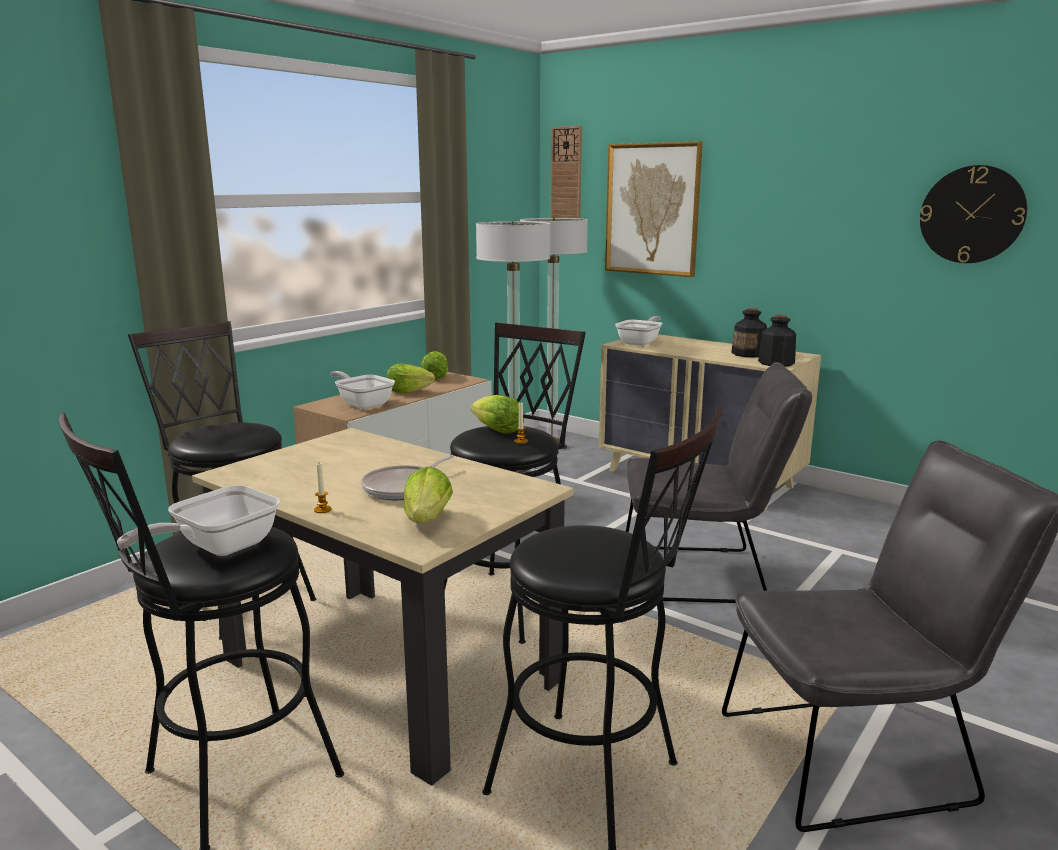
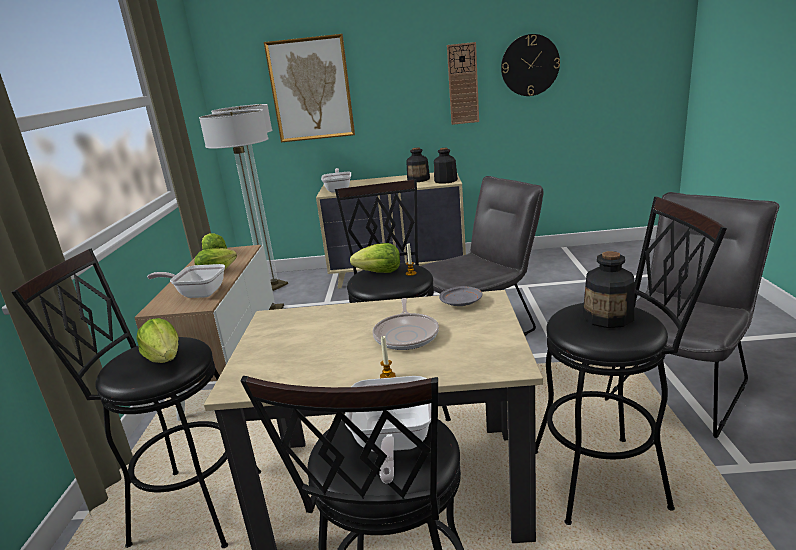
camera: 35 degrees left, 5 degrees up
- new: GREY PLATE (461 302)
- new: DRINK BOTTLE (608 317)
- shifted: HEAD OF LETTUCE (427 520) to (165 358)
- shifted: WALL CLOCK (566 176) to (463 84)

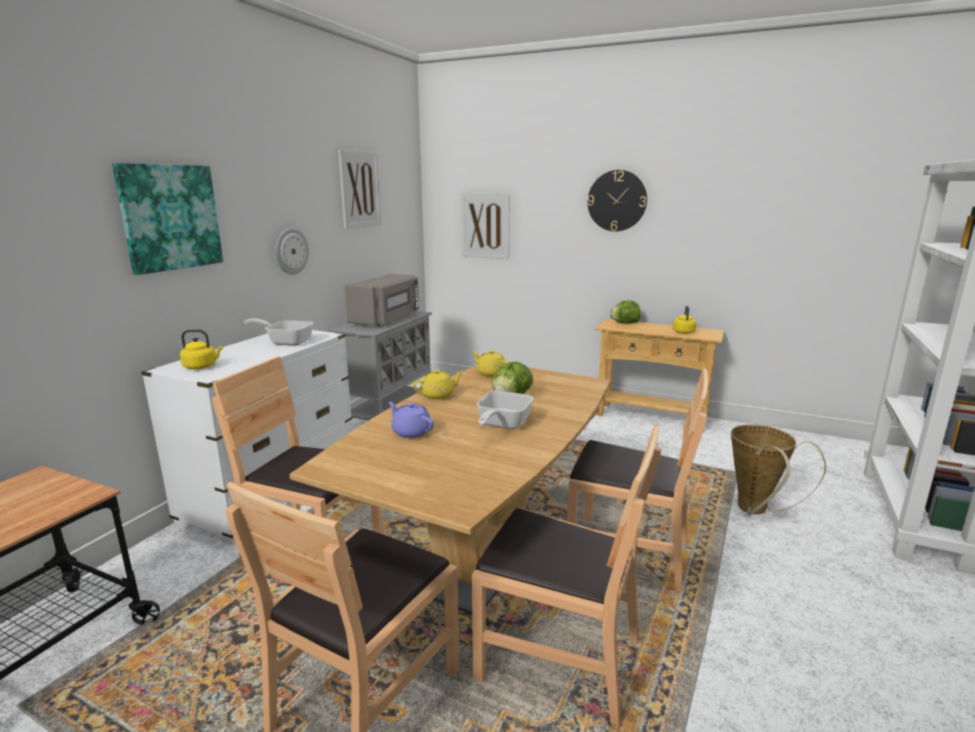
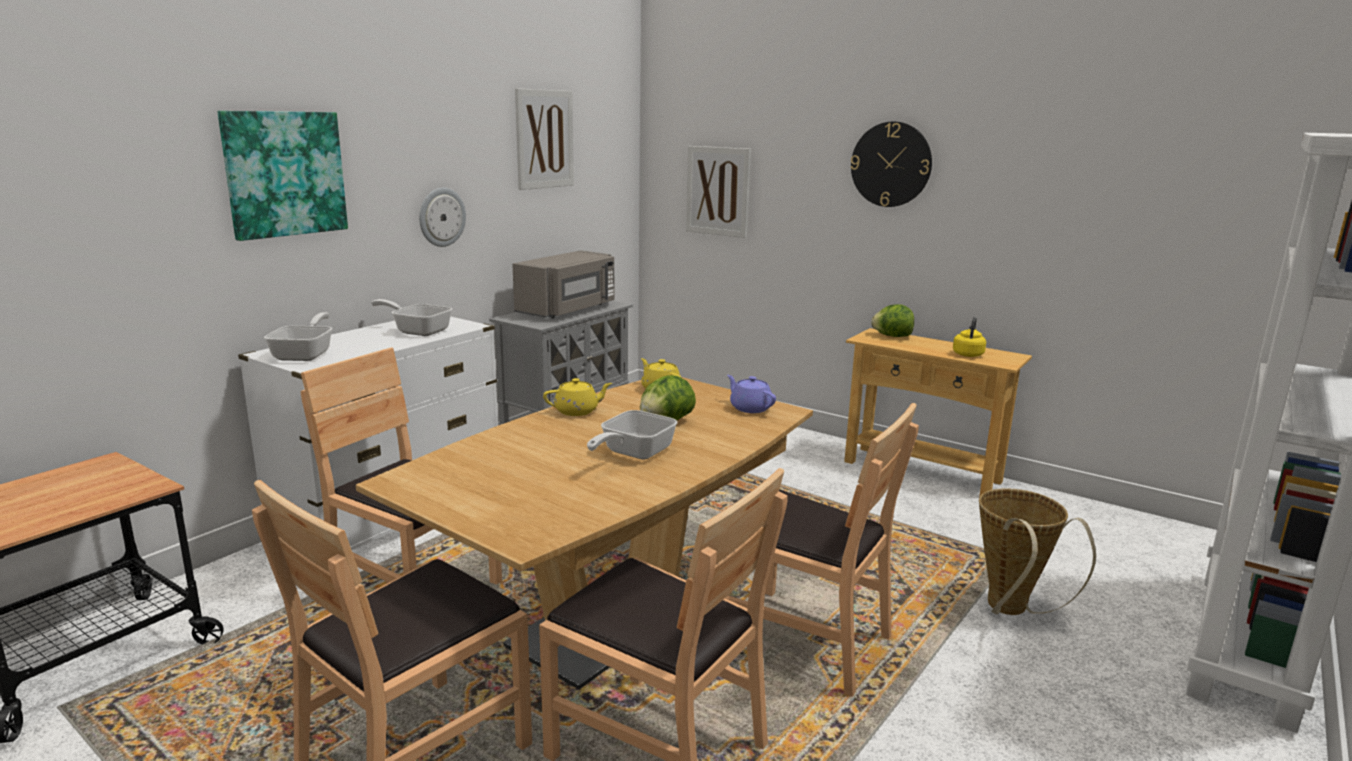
camera: 10 degrees right, 0 degrees up
- shifted: PURPLE TEAPOT (411 432) to (750 408)
- swapped: YELLOWISH WATER KETTLE (202 367) to SKILLET (306 354)

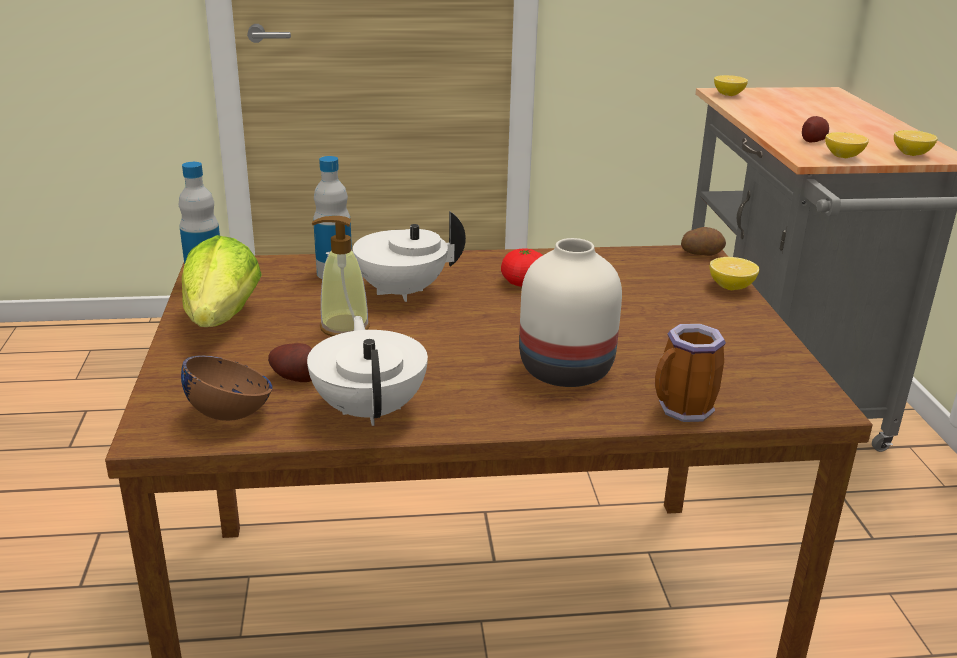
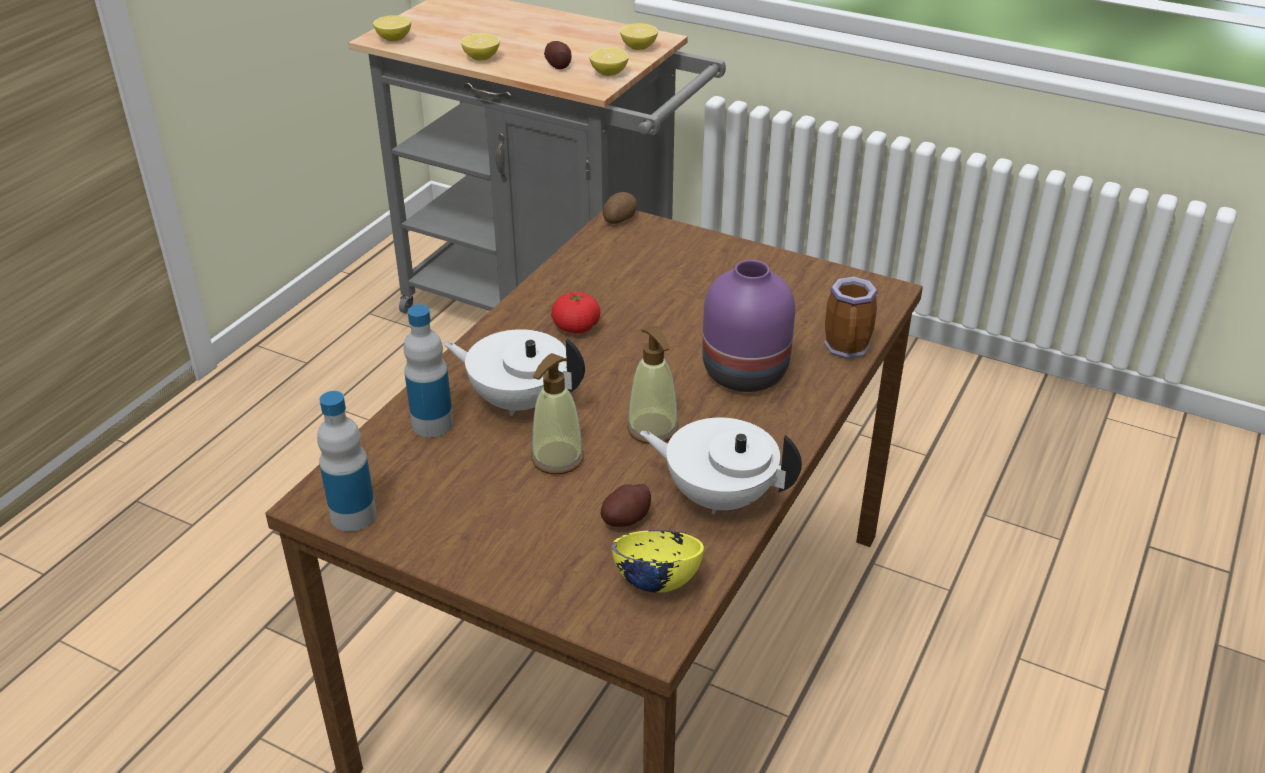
camera: 55 degrees left, 10 degrees up
- gone: HEAD OF LETTUCE (222 318)
- new: SOAP DISPENSER (652 429)
- shifted: CITRUS FRUIT (731 287) to (481 58)
- repainted: BROWN SERVING BOWL (231 414) to YELLOWISH SERVING BOWL (657 579)
- repainted: WHITE VASE (567 371) to PURPLE VASE (747 373)
- rotated: WHITE TEAPOT (399 292) = (518 400) 90 degrees clockwise

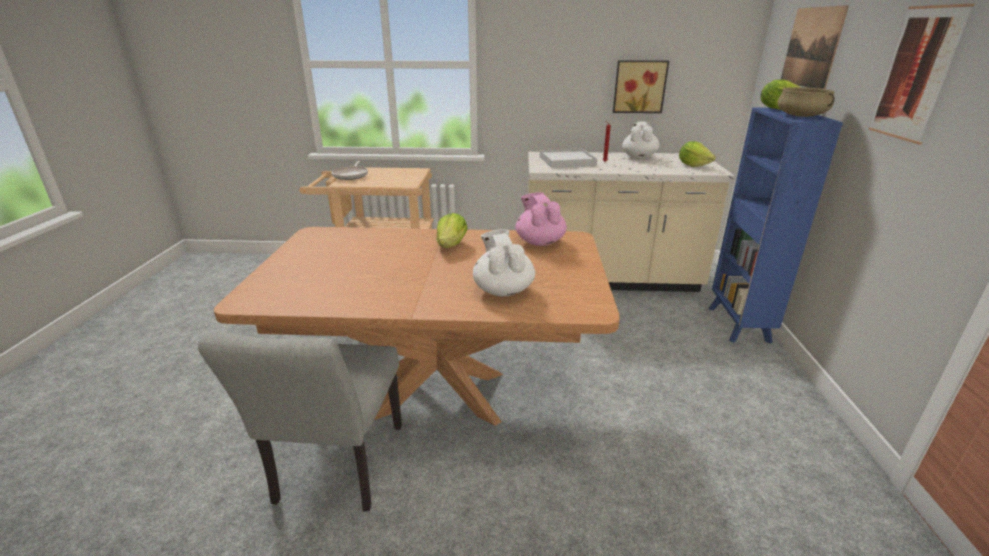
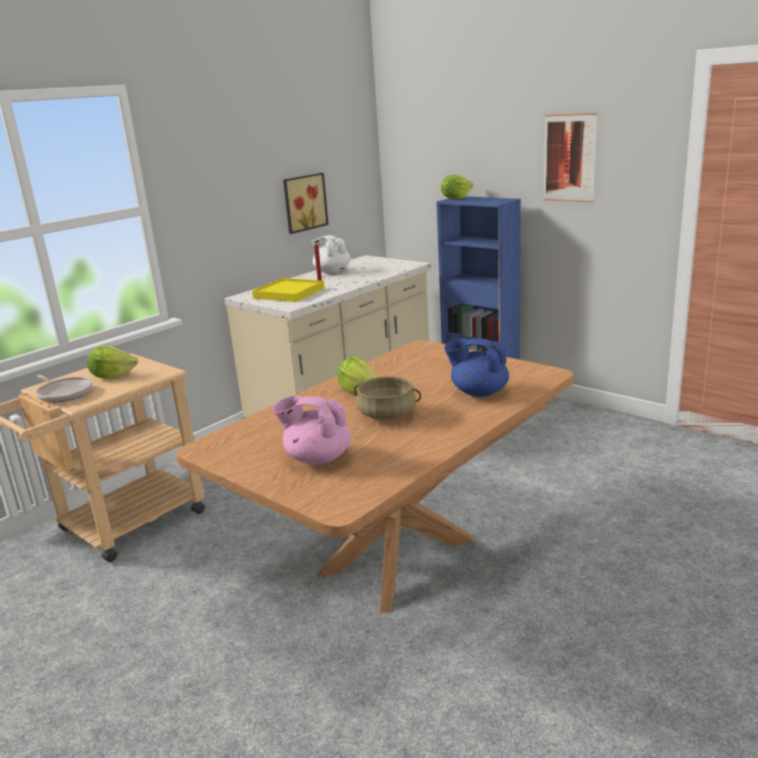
camera: 50 degrees left, 5 degrees down
- gone: GREY UPRIGHT CHAIR (336 471)
- gone: WALL PICTURE (811 47)
- shifted: PINK TEAPOT (539 242) to (317 458)
- shifted: HEAD OF LETTUCE (693 165) to (113 376)
- shifted: BEIGE-COLOURED STOCKPOT (801 116) to (387 414)
- repainted: WHITE TEAPOT (503 290) to BLUE-COLOURED TEAPOT (478 392)
- repainted: WHITE TRAY (567 161) to YELLOWISH TRAY (289 293)

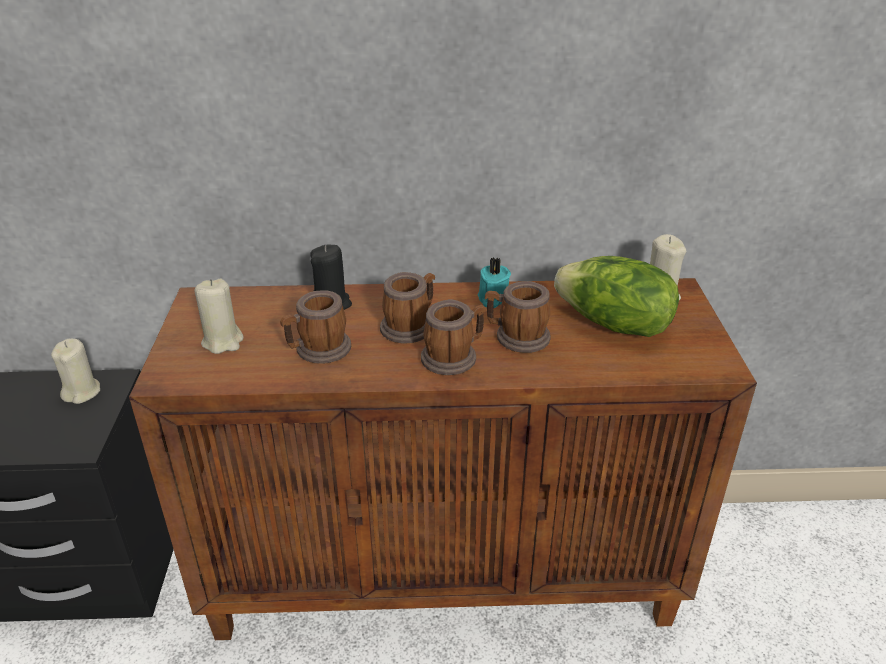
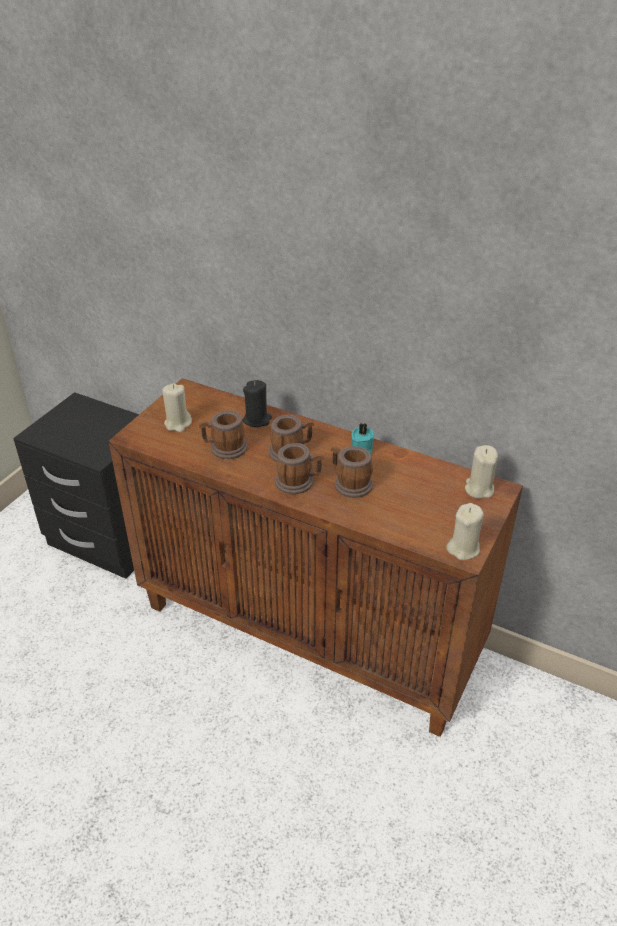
camera: 30 degrees right, 5 degrees up
- gone: HEAD OF LETTUCE (613 325)
- shifted: BEIGE-COLOURED CANDLE (82 392) to (463 548)

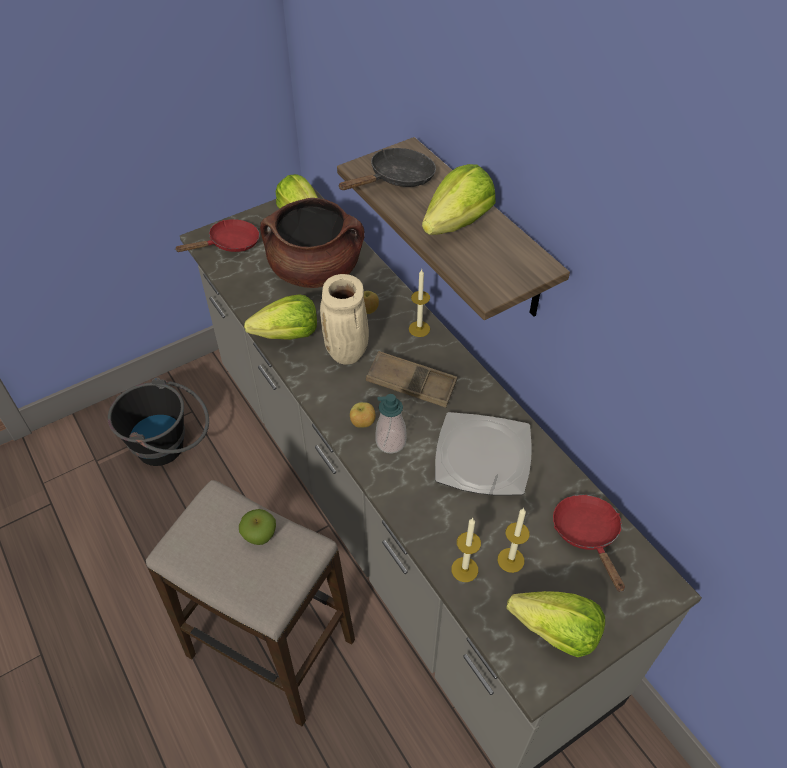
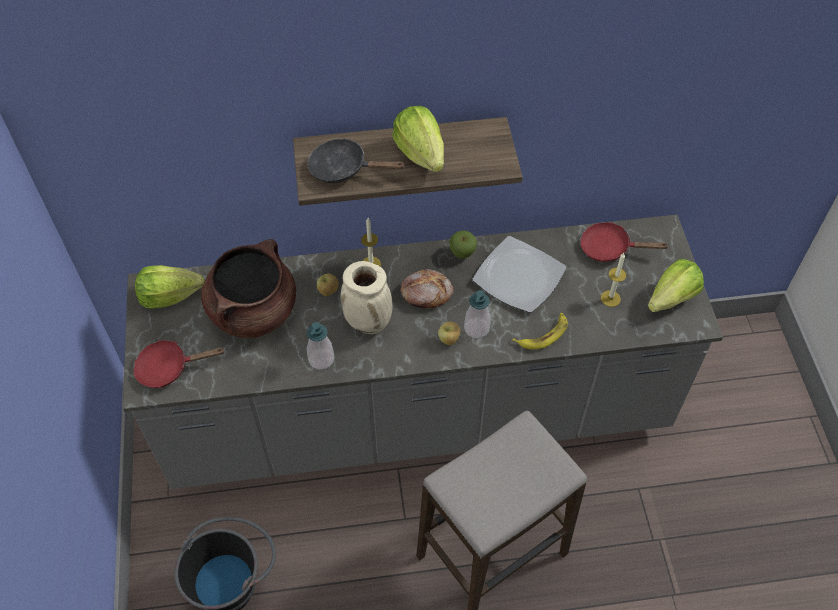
camera: 65 degrees left, 5 degrees up
- gone: CANDLE (464 569)
- new: BANANA FRUIT (543 334)
- shifted: APPLE (260 536) to (462 253)
- swapped: HEAD OF LETTUCE (287 335) to SOAP DISPENSER (321 359)
- swapped: BROWN TRAY (411 383) to BREAD (426 292)
- rotated: REDDISH SKILLET (230 244) = (168 368) 90 degrees counterclockwise
- rotated: BLACK-COLOURED SKILLET (397 179) = (344 169) 60 degrees counterclockwise

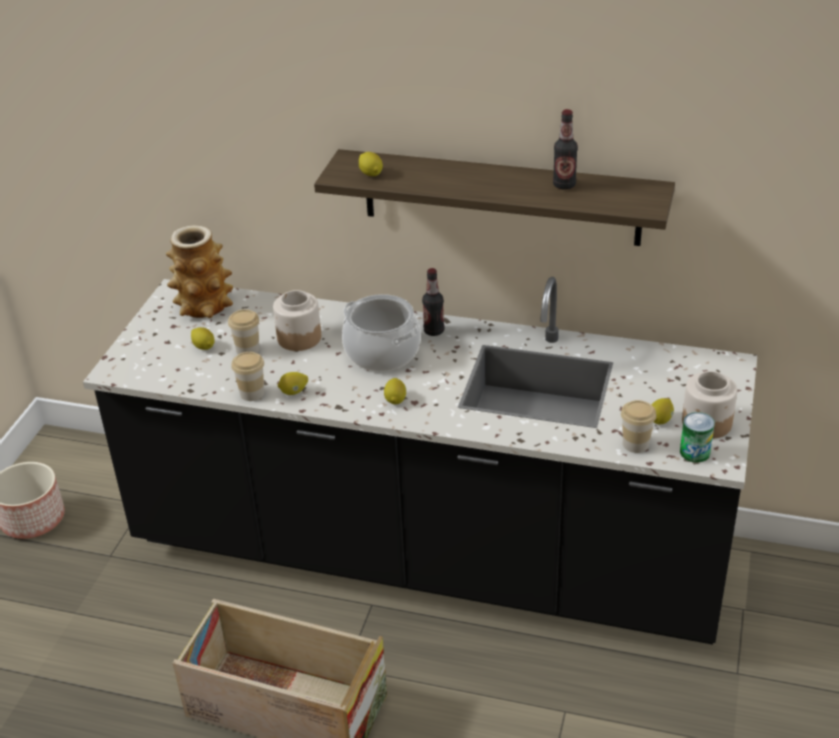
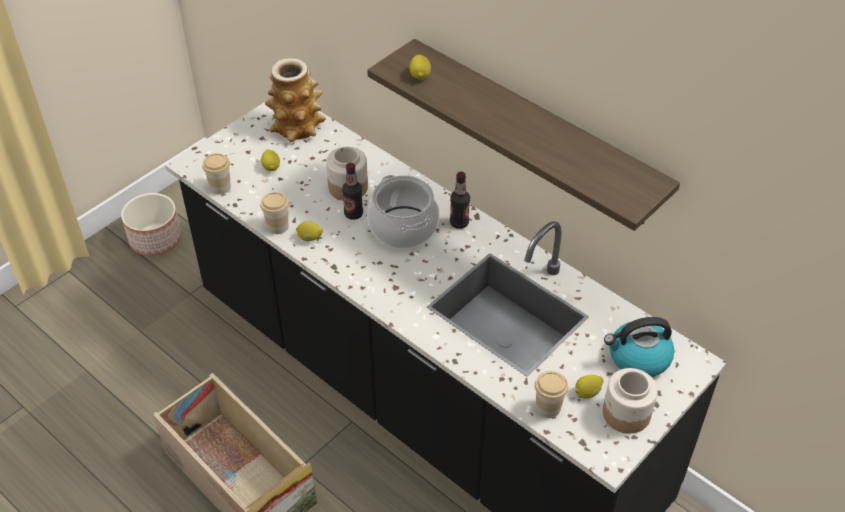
camera: 25 degrees right, 10 degrees up
- gone: CITRUS FRUIT (395 400)
- gone: SEALED CAN (695 452)
- new: WATER KETTLE (638 358)
- shifted: SMALL CUP (247 350) to (220 187)
- shifted: DRINK BOTTLE (564 185) to (353 214)

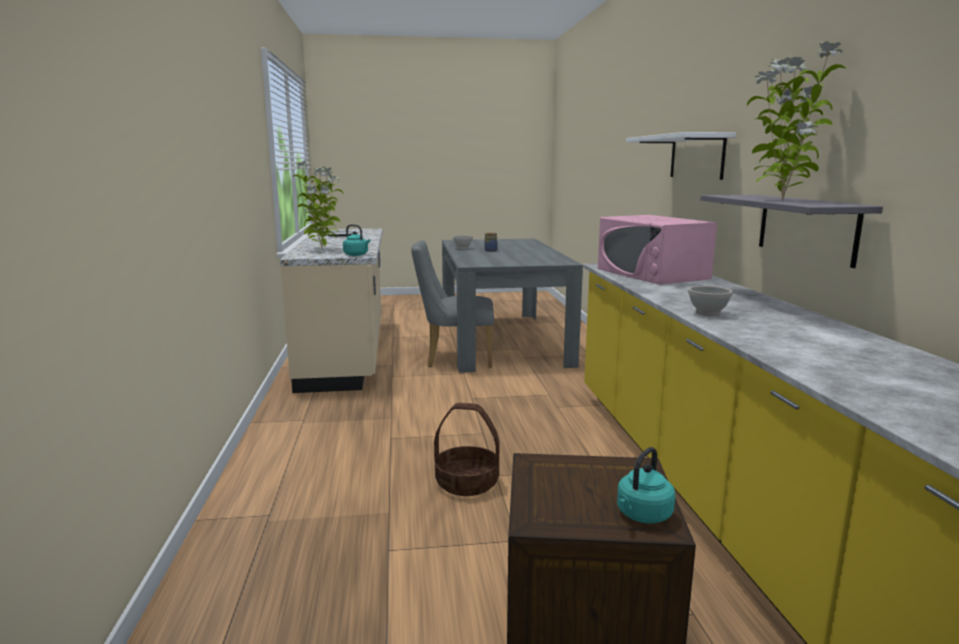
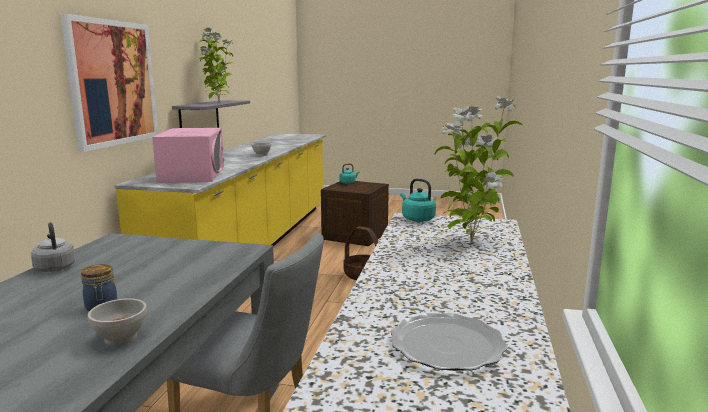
camera: 160 degrees left, 0 degrees up
- new: GREY WATER KETTLE (55 267)
- swapped: WHITE BRACKET SHELF (696 157) to WALL PICTURE (113 83)

